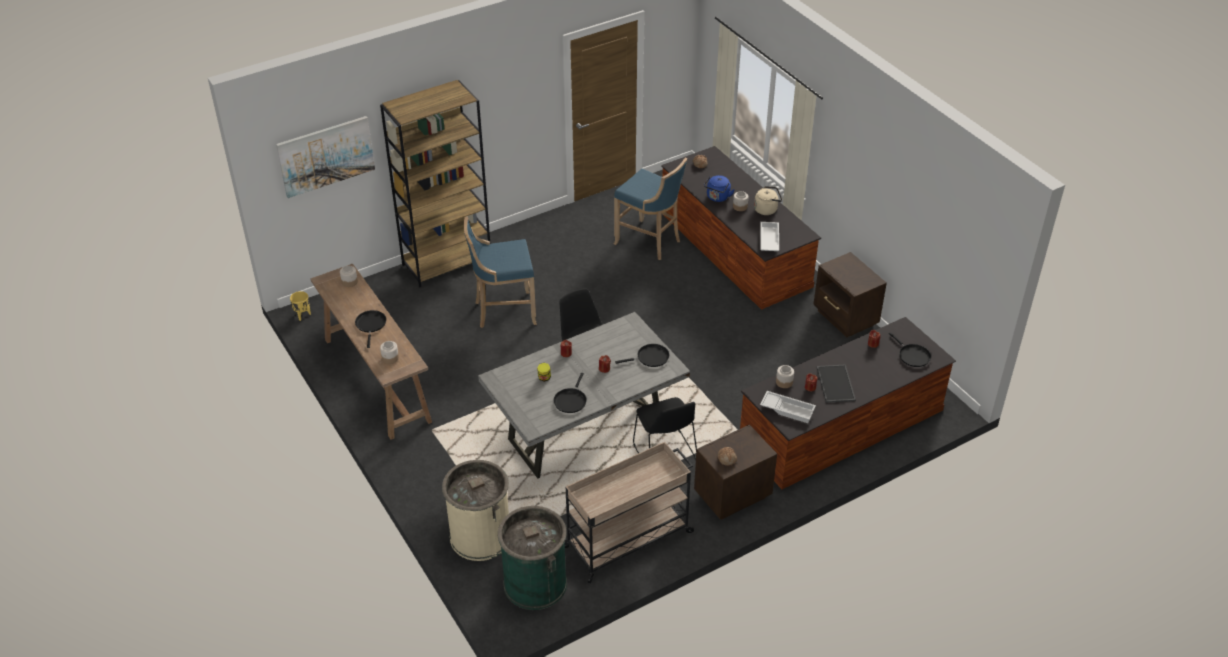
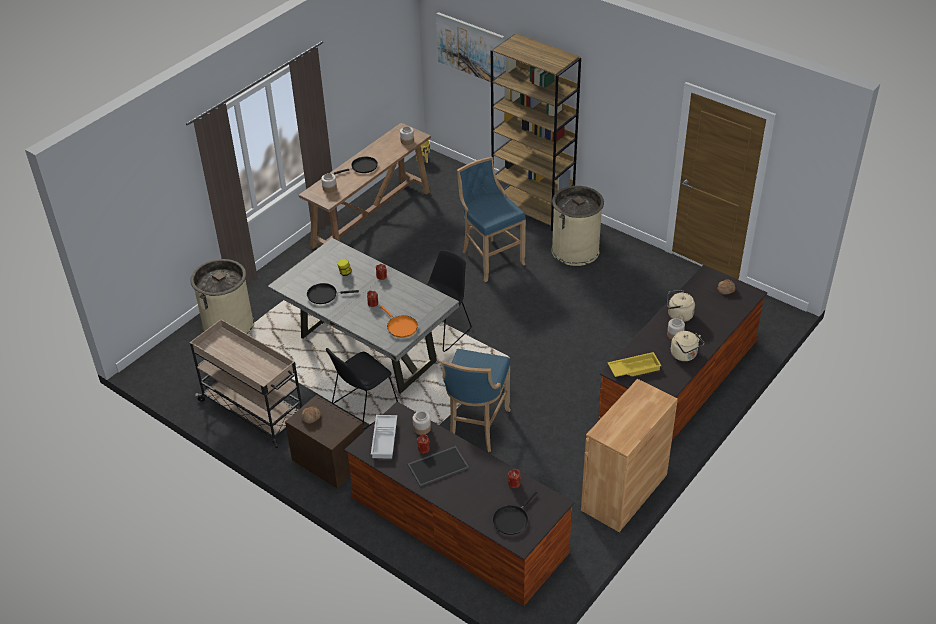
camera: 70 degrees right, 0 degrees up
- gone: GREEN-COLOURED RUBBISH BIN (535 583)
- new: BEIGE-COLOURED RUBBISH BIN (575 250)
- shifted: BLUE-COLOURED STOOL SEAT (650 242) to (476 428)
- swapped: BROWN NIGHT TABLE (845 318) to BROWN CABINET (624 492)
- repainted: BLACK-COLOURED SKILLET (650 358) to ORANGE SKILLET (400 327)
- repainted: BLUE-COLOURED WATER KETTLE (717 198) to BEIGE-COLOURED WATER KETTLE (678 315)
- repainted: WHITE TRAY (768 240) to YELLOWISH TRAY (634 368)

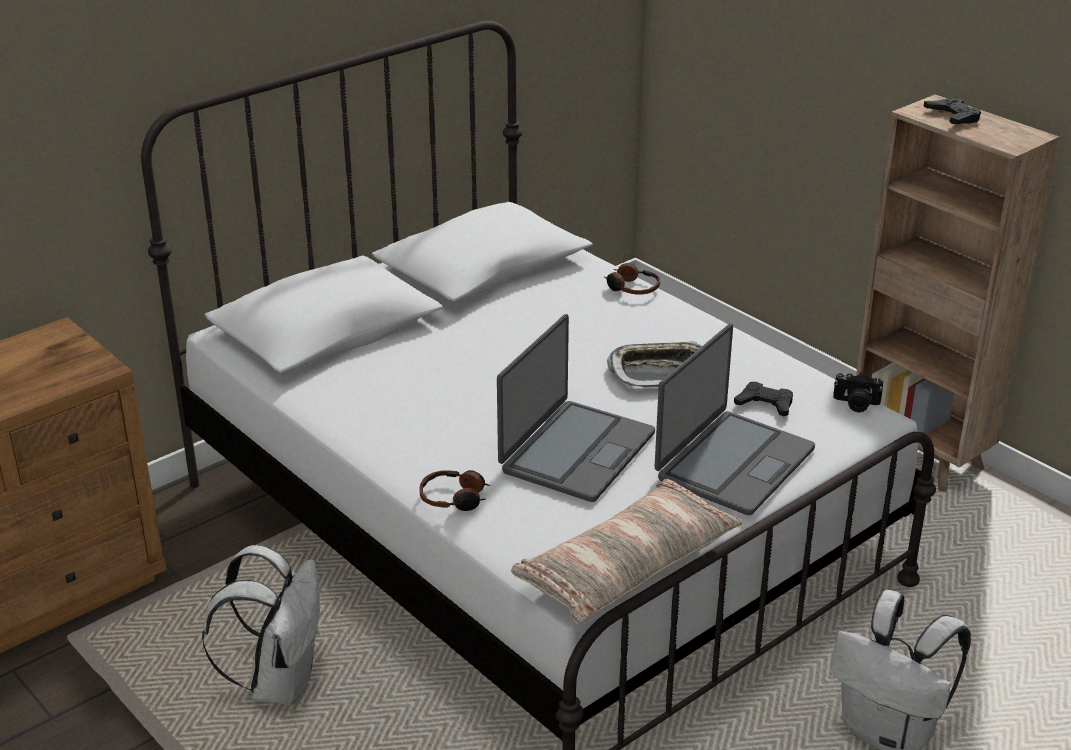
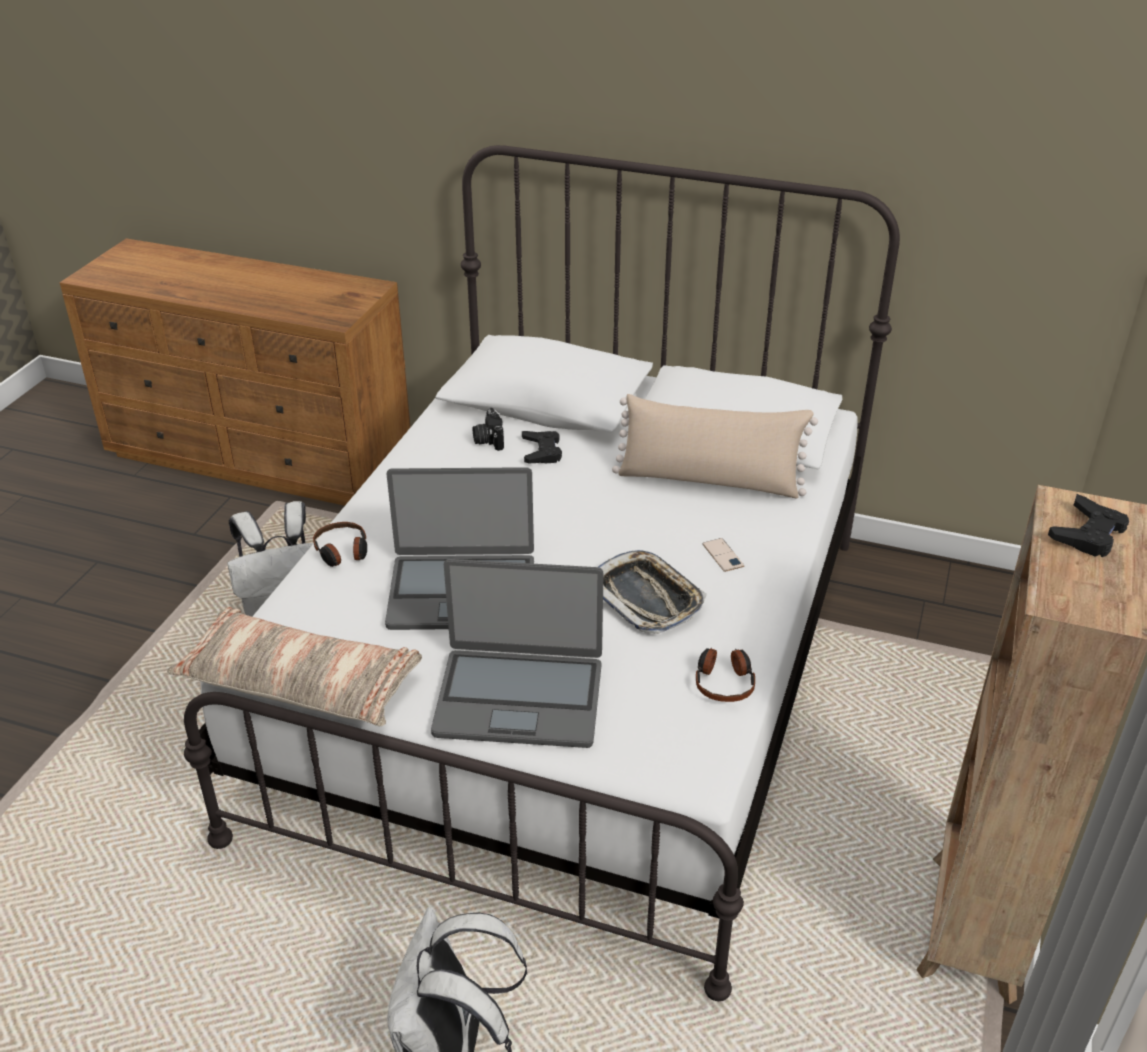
camera: 60 degrees right, 5 degrees up
- new: BEIGE-COLOURED CUSHION (709 481)
- new: TELEPHONE (723 555)
- shifted: HEADPHONES (632 288) to (724 682)
- shifted: BLACK-COLOURED GAME CONTROLLER (765 404) to (542 451)
- shifted: PHOTO CAMERA (855 404) to (488 440)

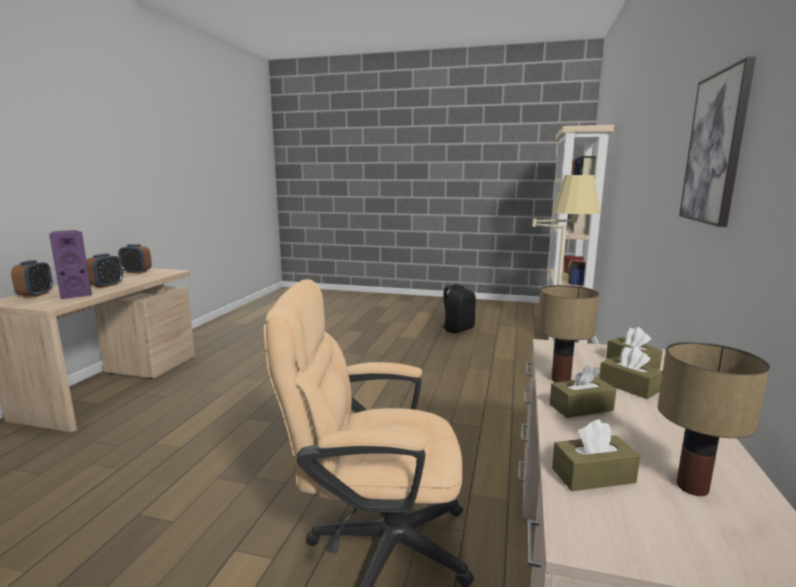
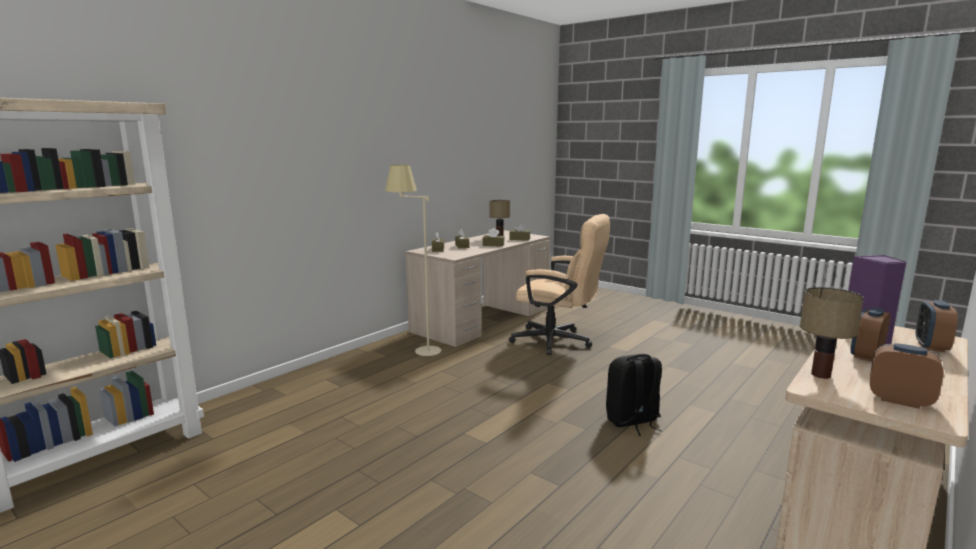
camera: 155 degrees left, 0 degrees up
- gone: WALL PICTURE (715 148)
- shifted: BLACK-COLOURED BACKPACK (457 329) to (632 421)
- shifted: TABLE LAMP (561 380) to (820 374)

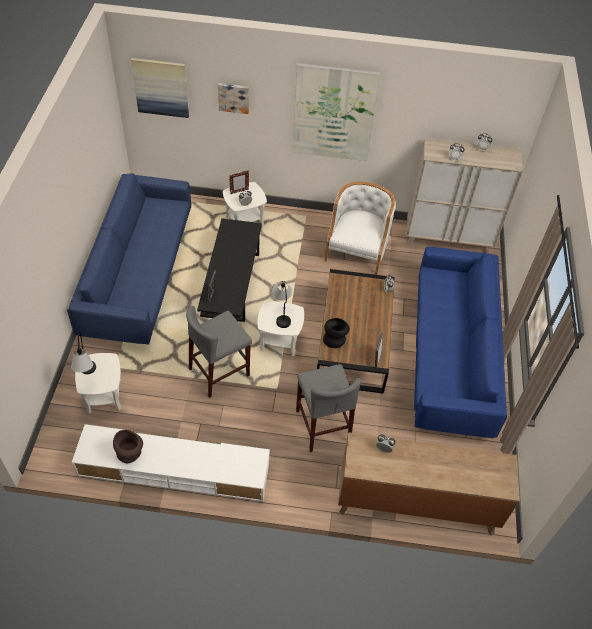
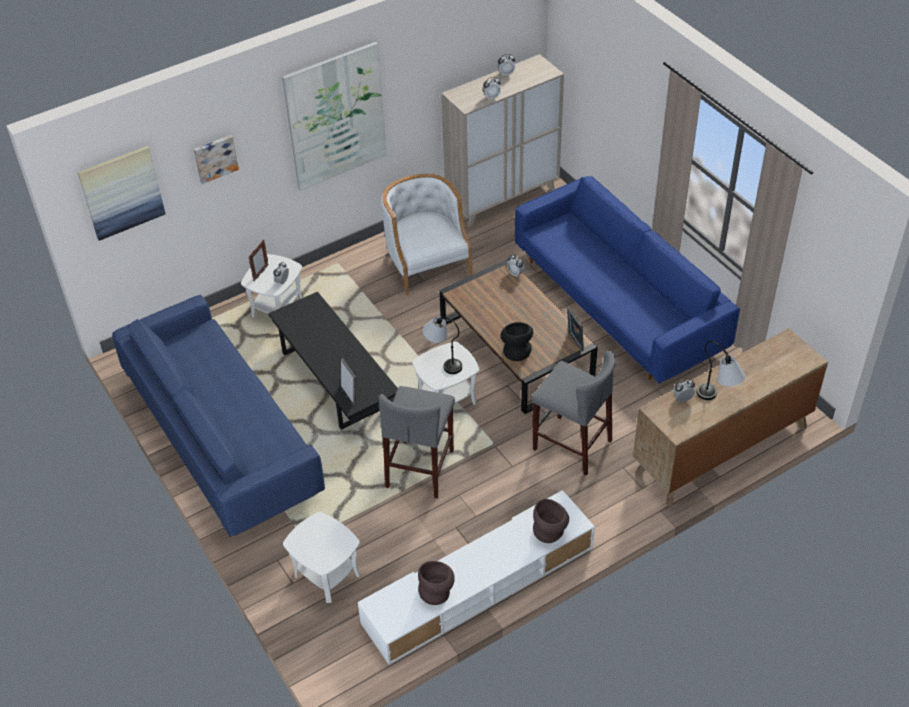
camera: 35 degrees left, 5 degrees down
- new: BROWN VASE (550 533)
- shifted: TABLE LAMP (87 376) to (718 399)

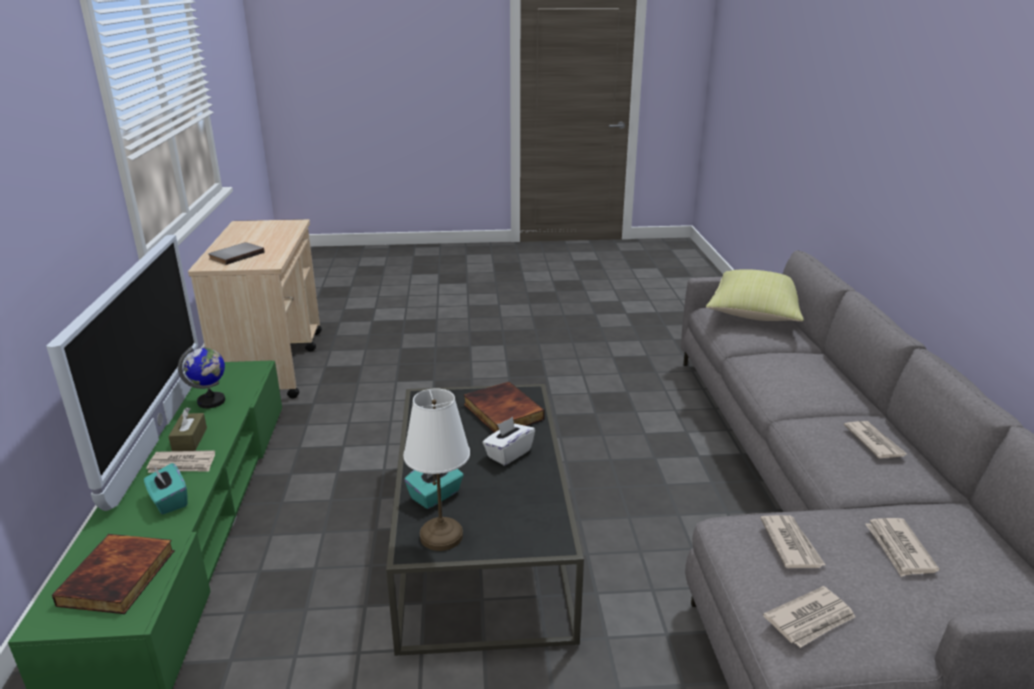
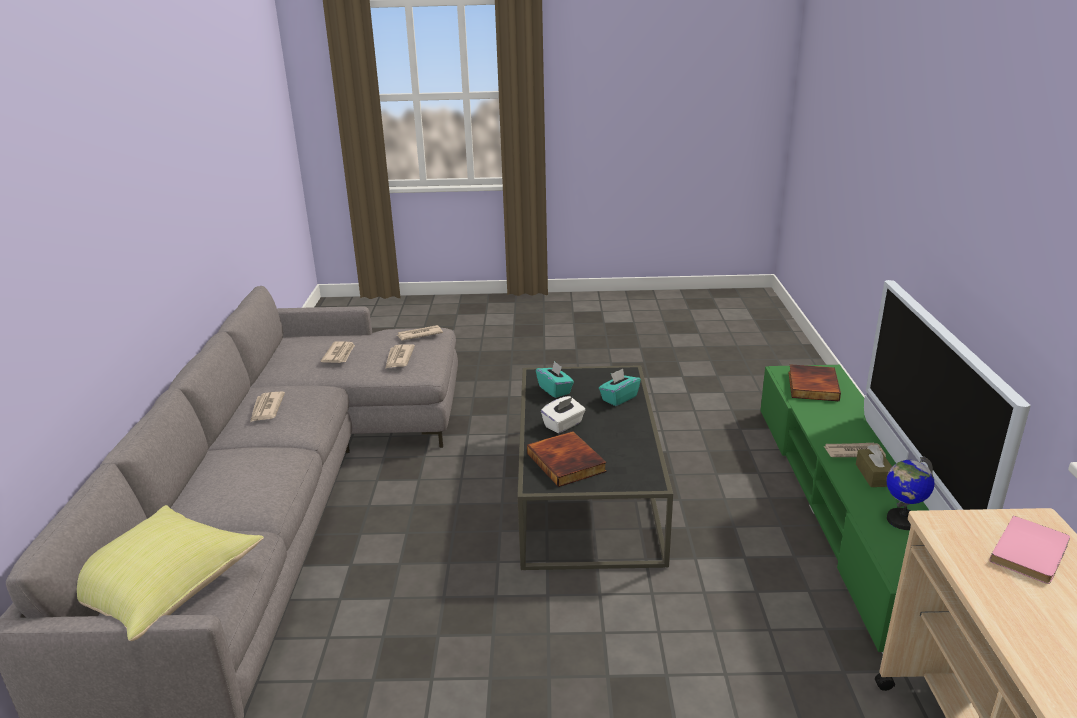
camera: 175 degrees left, 0 degrees up
- gone: WHITE TABLE LAMP (442 536)
- shifted: BLUE-GREEN TISSUE HOLDER (169 501) to (555 390)
- repainted: GREY BOOK (235 255) to PINK BOOK (1032 553)

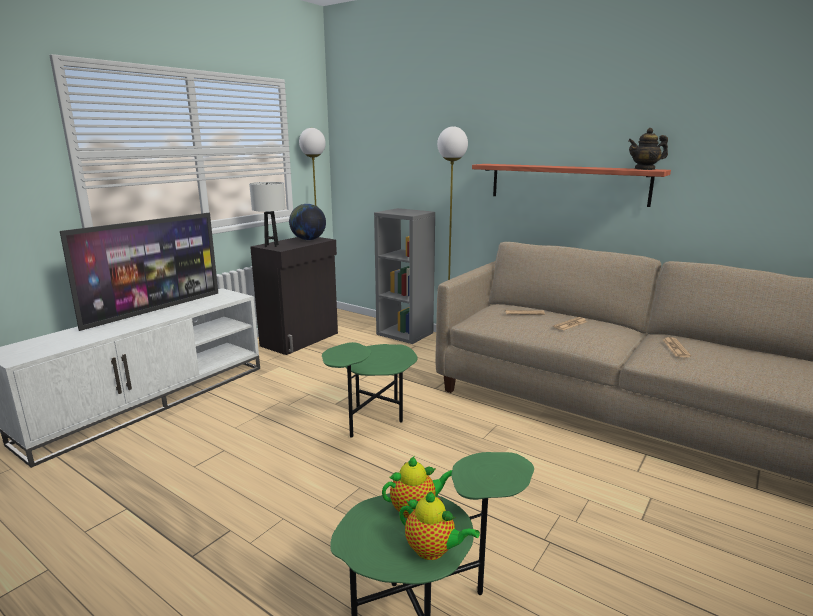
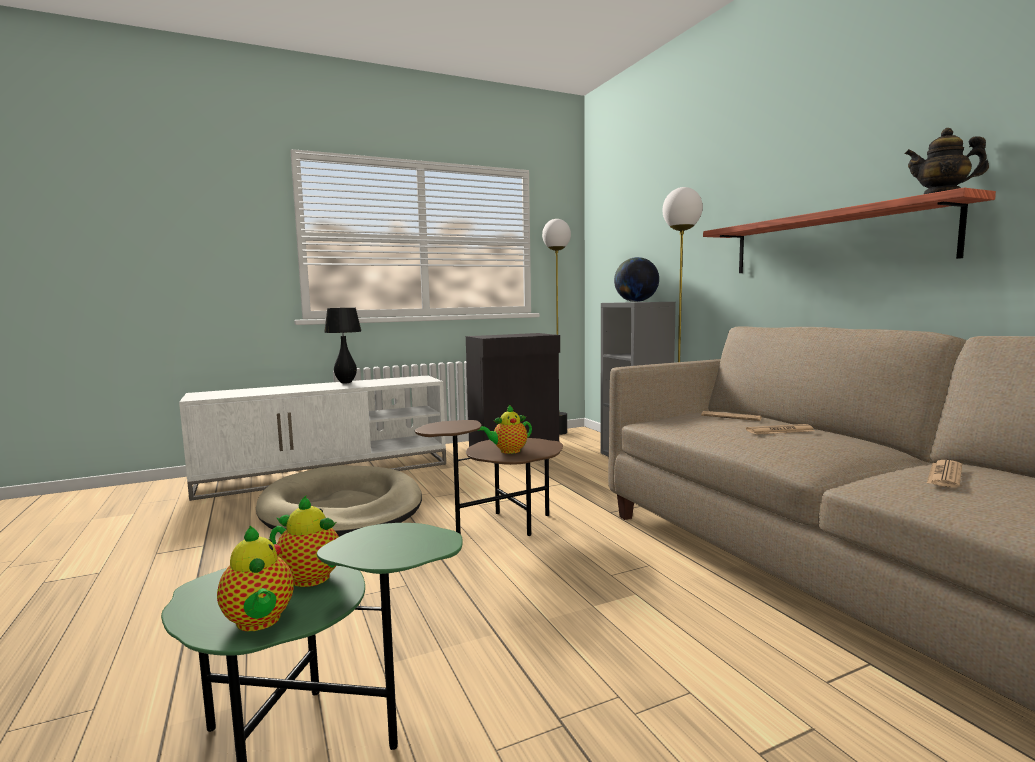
camera: 30 degrees right, 10 degrees down
- gone: WHITE TABLE LAMP (271 245)
- new: BEIGE-COLOURED PET BED (342 509)
- new: TEAPOT (508 451)
- shifted: GLOBE (308 240) to (636 301)
- swapped: TV SET (155 310) to BLACK-COLOURED TABLE LAMP (346 382)
- repainted: GREEN-COLOURED ACCENT TABLE (373 420) to BROWN ACCENT TABLE (499 527)

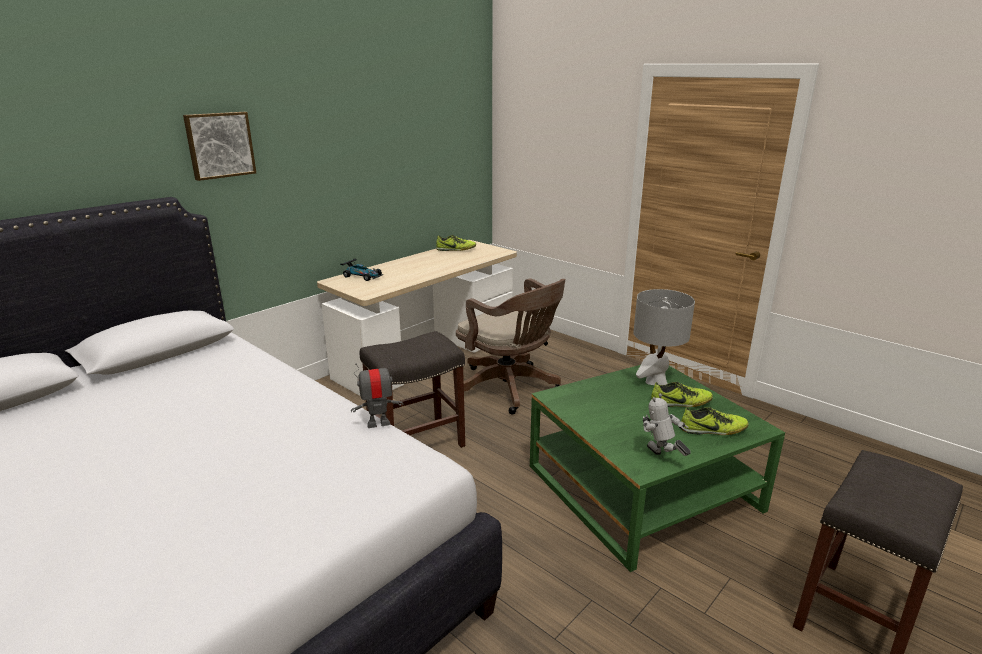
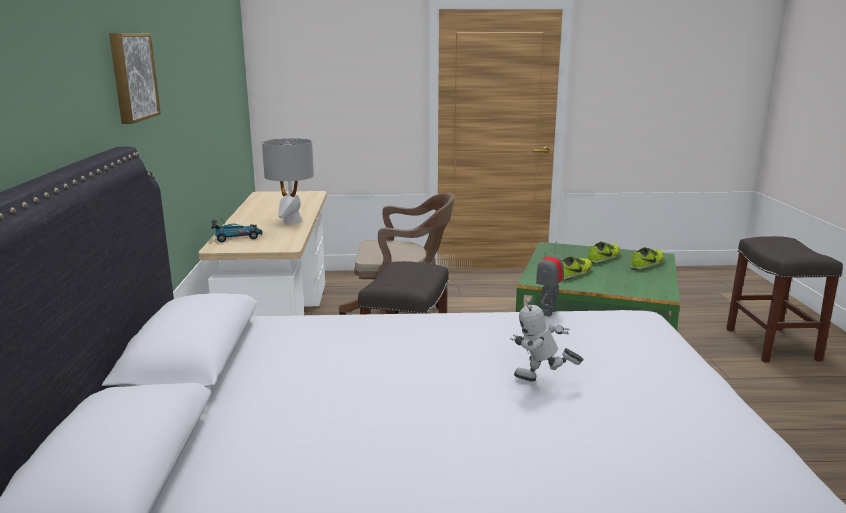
camera: 45 degrees left, 5 degrees down
- shifted: ITEM OF FOOTWEAR (456 250) to (574 274)
- shifted: GREY TABLE LAMP (655 381) to (292 221)
- shifted: TOY ROBOT (661 458) to (541 383)

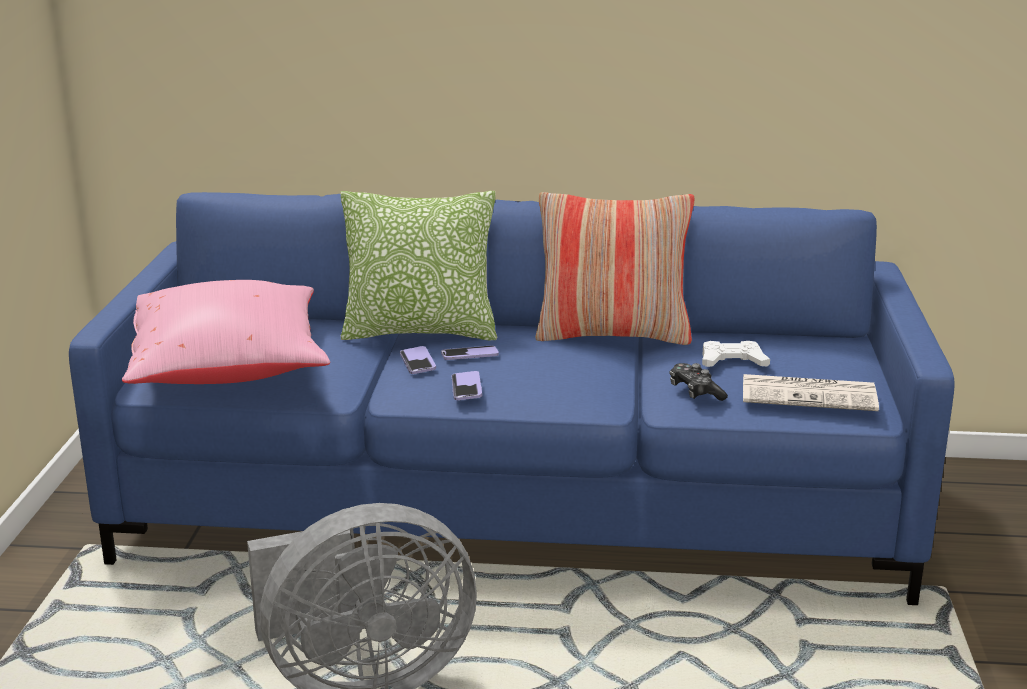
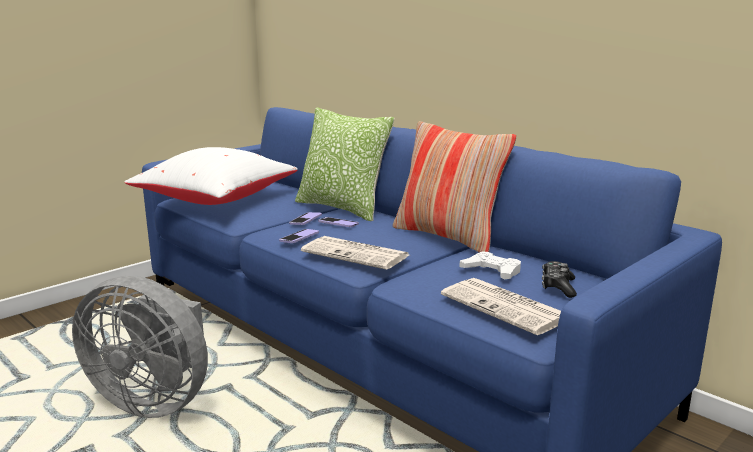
camera: 40 degrees right, 5 degrees down
- new: NEWSPAPER (357 254)
- shifted: GAME CONTROLLER (695 392) to (558 287)
- repainted: PINK CUSHION (230 370) to WHITE CUSHION (218 200)

